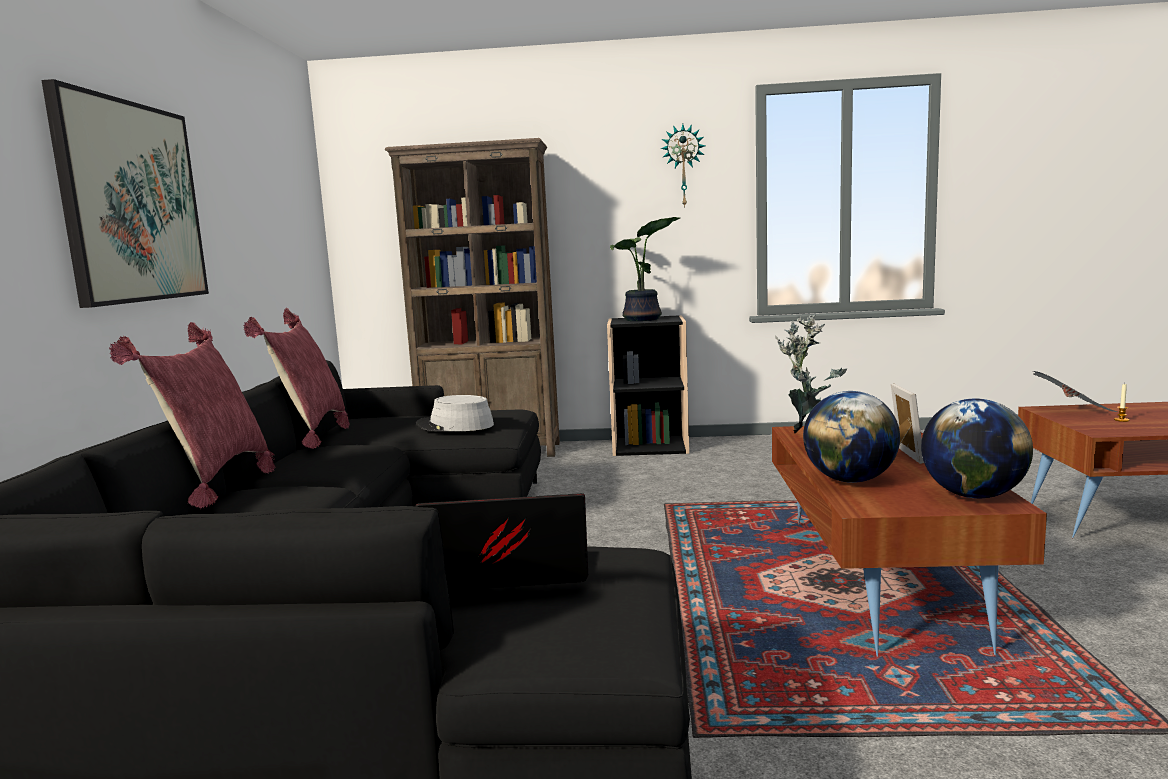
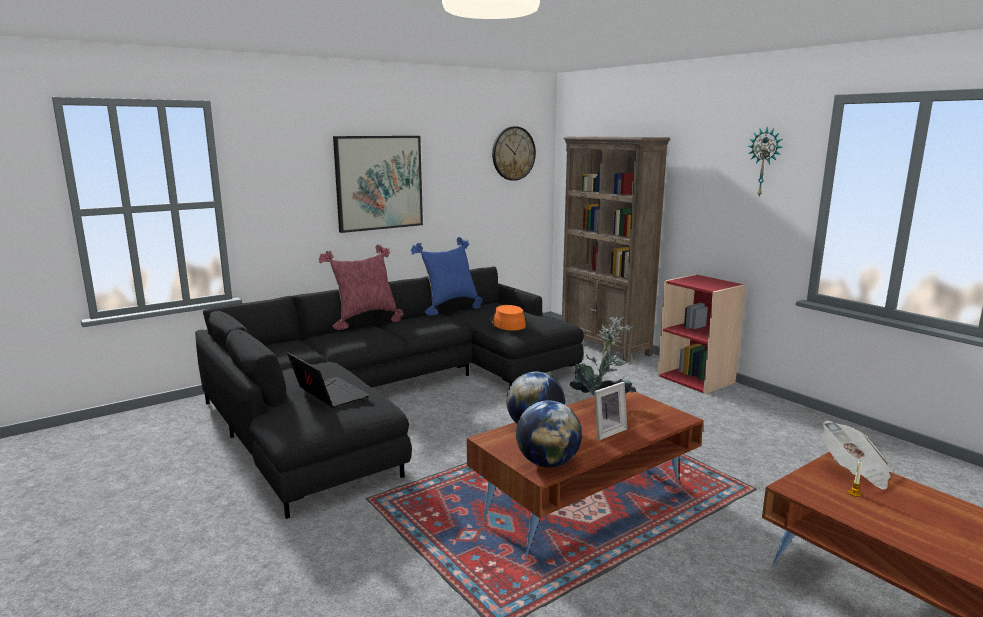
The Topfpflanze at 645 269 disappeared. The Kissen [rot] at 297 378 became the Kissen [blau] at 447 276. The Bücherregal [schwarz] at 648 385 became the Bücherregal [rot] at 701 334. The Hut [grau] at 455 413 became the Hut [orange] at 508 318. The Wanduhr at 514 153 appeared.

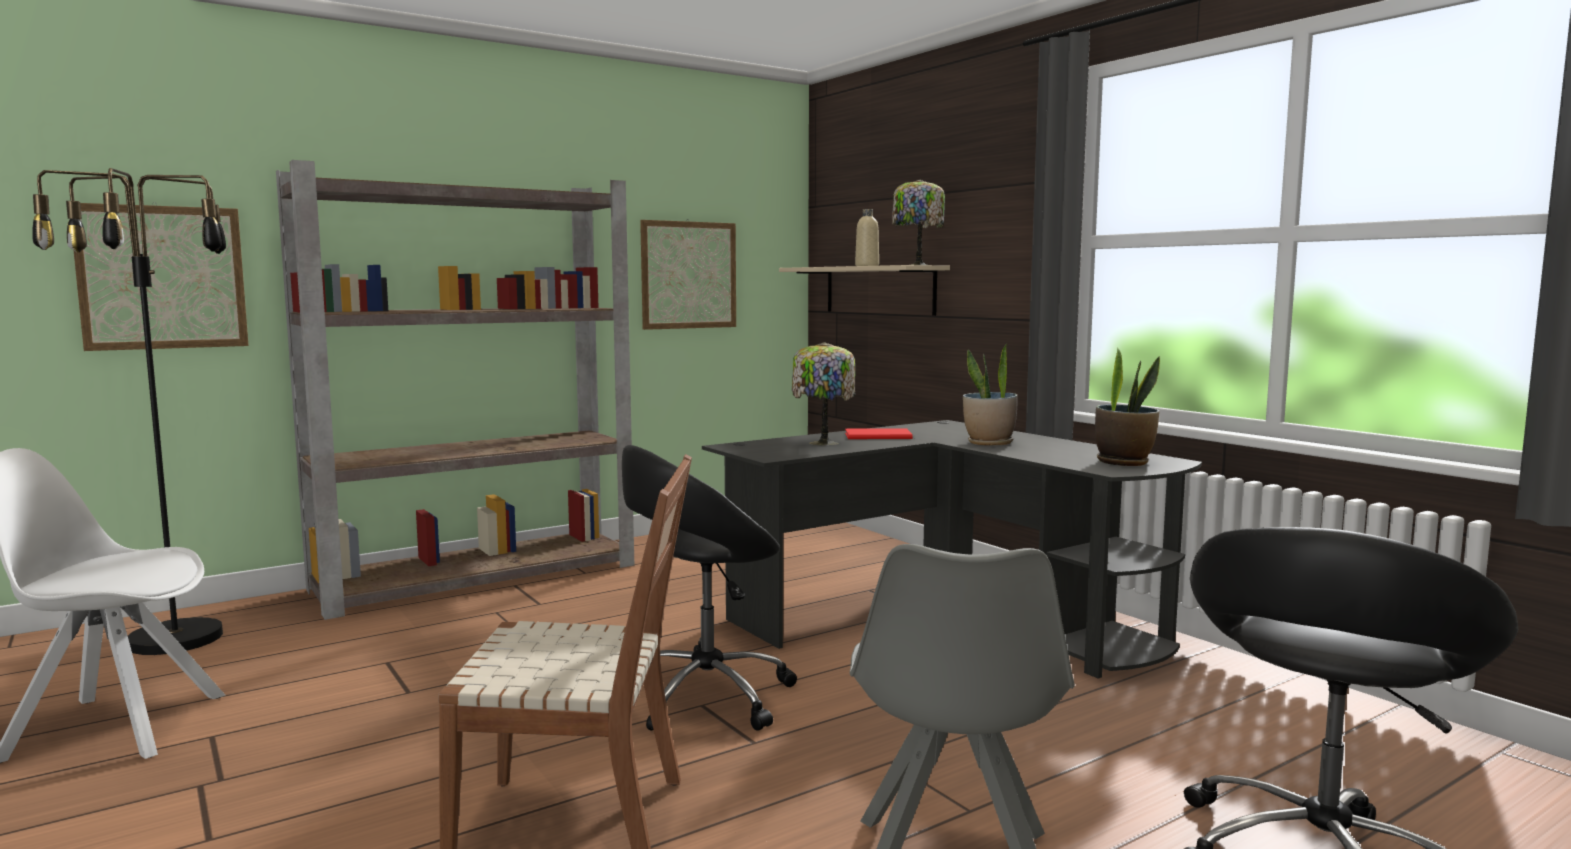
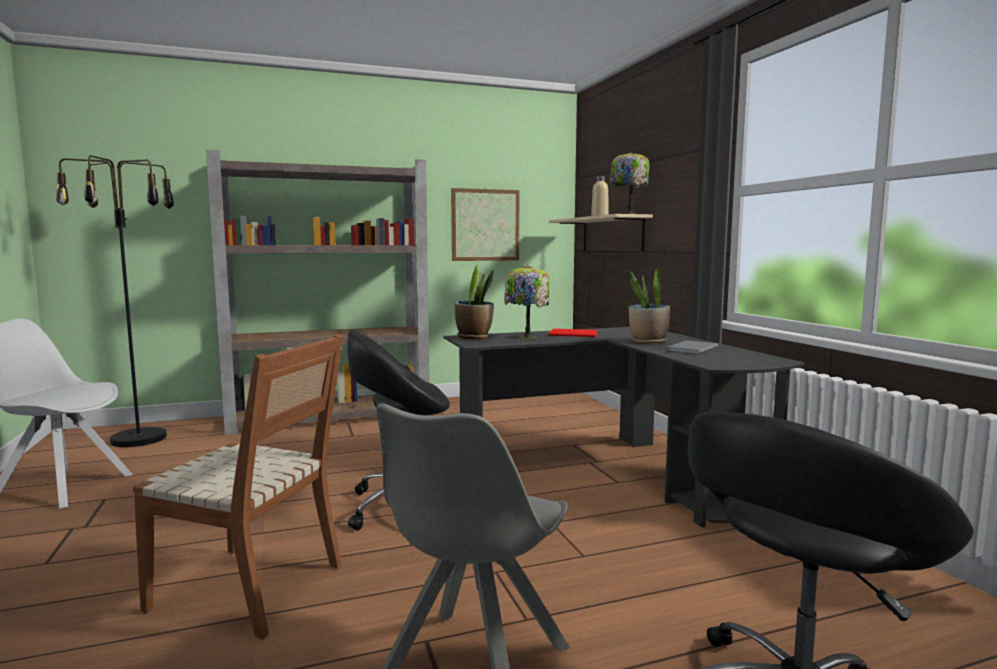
The Bild at 161 276 disappeared. The Topfpflanze moved from 1127 406 to 474 301. The Buch [grau] at 692 347 appeared.

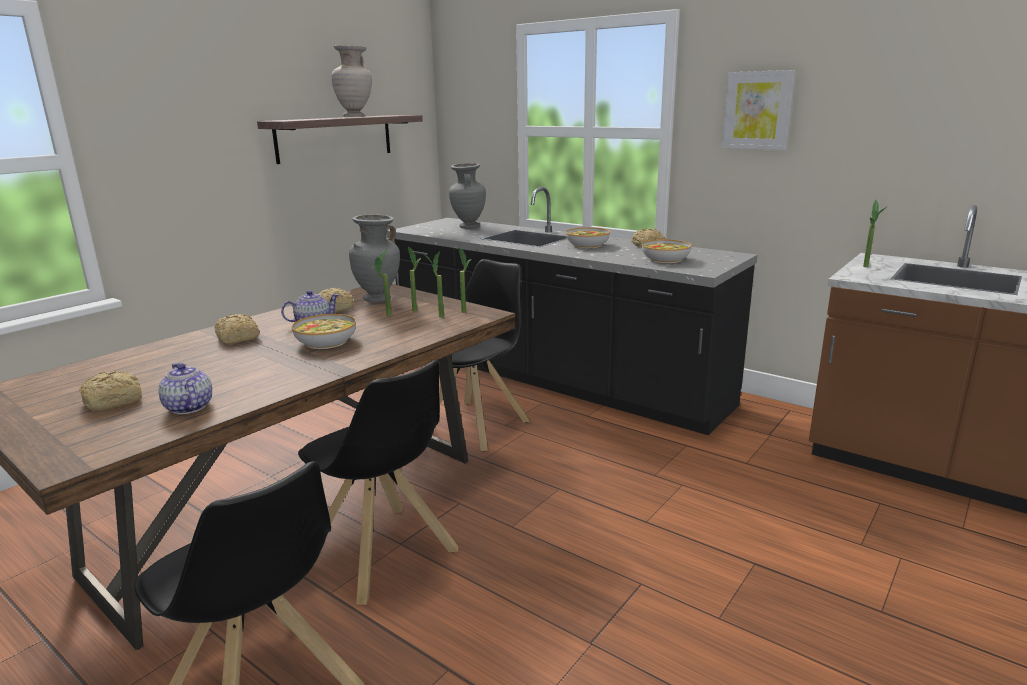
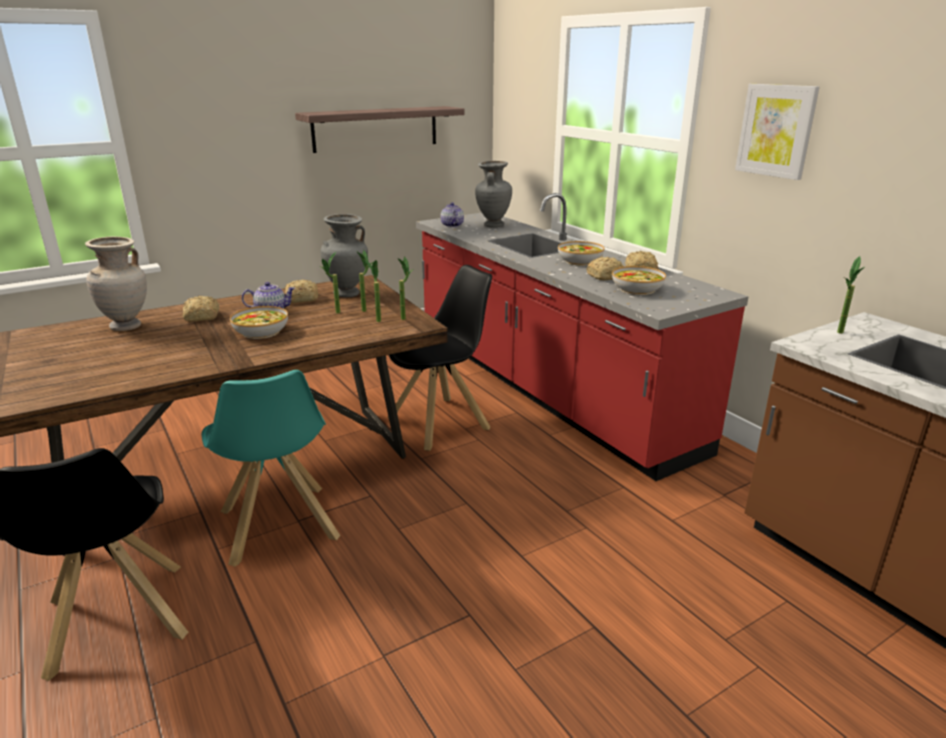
The Vase [beige] moved from 351 81 to 116 284. The Küchenzeile [schwarz] at 572 311 became the Küchenzeile [rot] at 582 337. The Stuhl [schwarz] at 378 482 became the Stuhl [türkis] at 271 468. The Teekanne moved from 185 388 to 452 214. The Brot moved from 110 391 to 605 268.

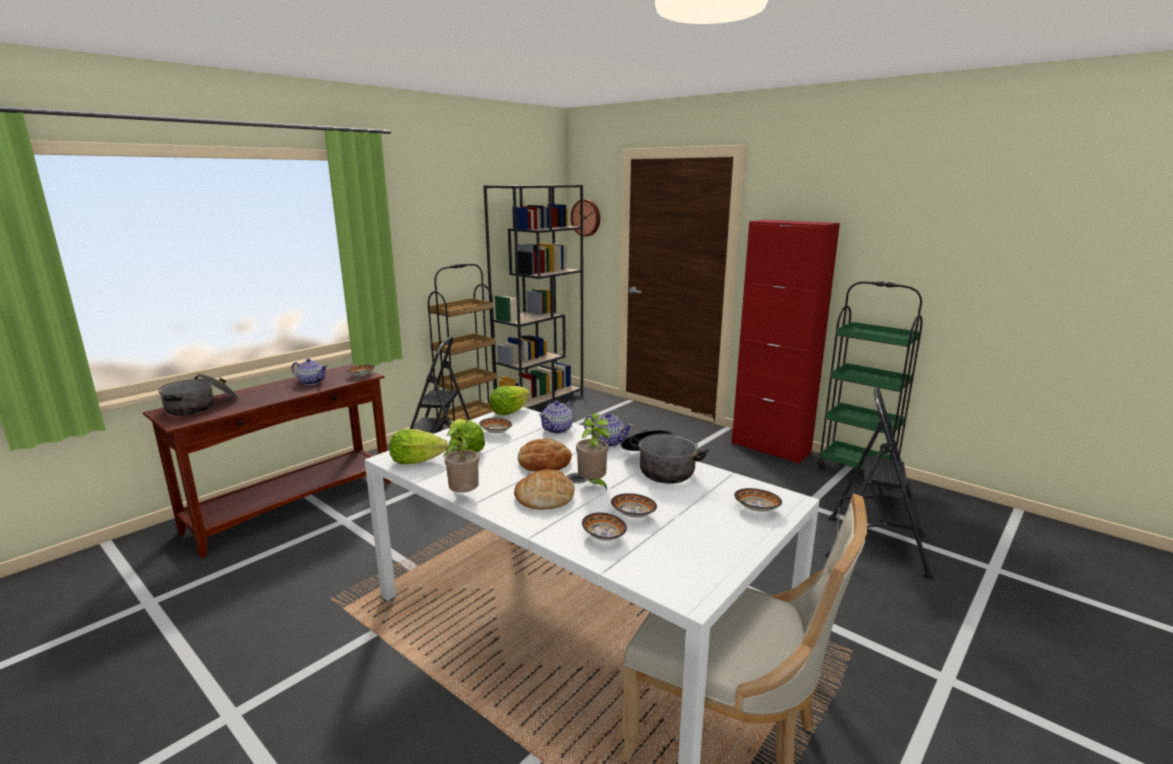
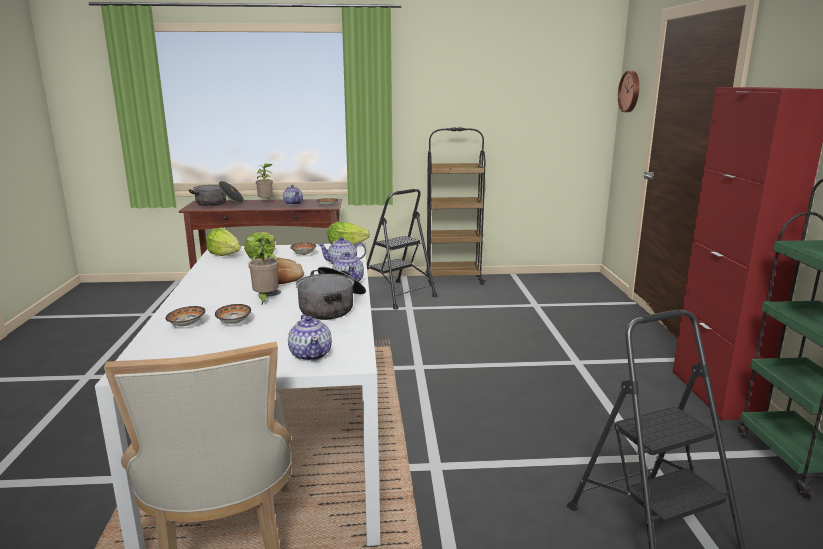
The Bücherregal at 533 297 disappeared. The Topfpflanze moved from 461 456 to 264 181. The Brot at 544 489 disappeared. The Schüssel at 758 500 was replaced by the Teekanne at 310 337.

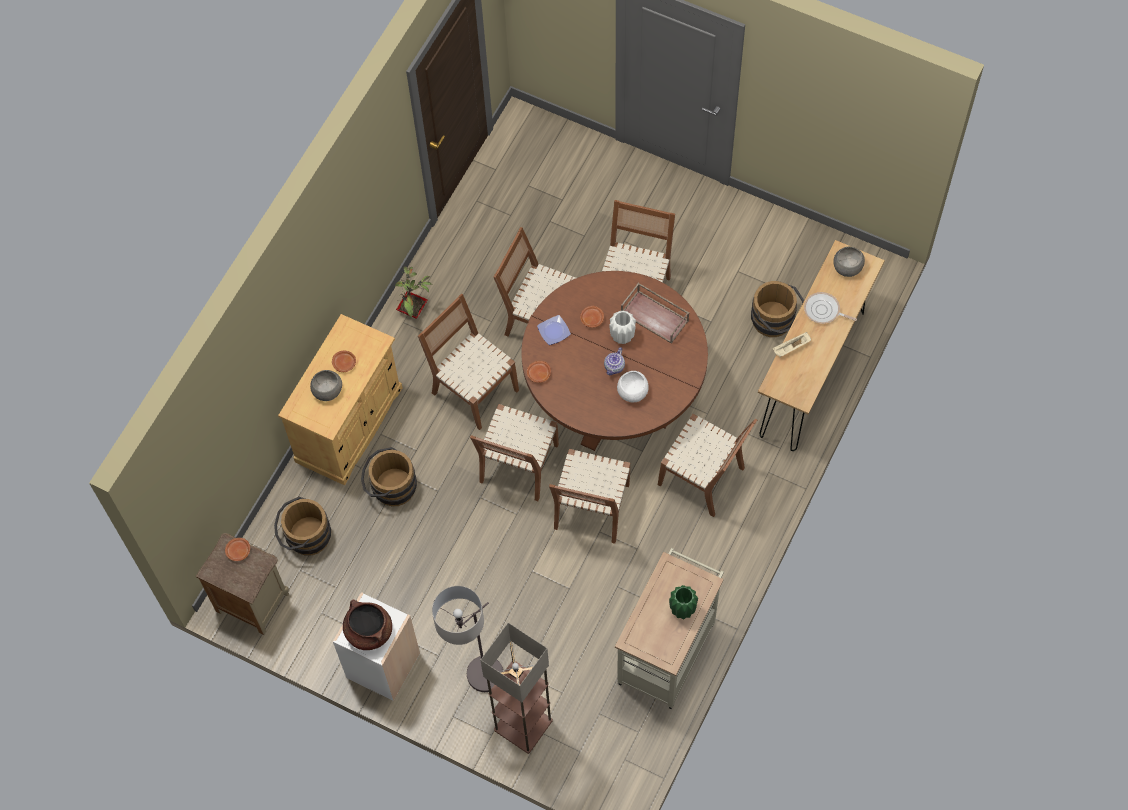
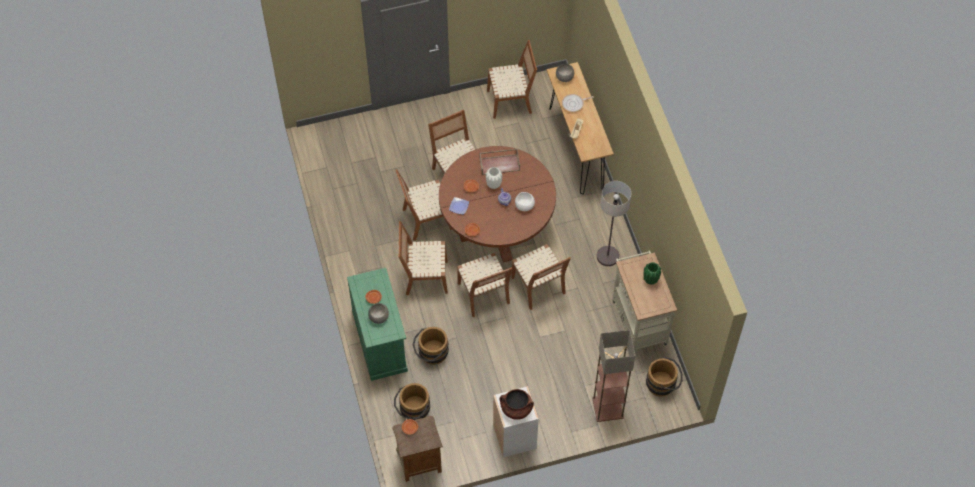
The Topfpflanze at 414 292 disappeared. The Eimer [braun] moved from 777 309 to 664 376. The Schrank [beige] at 340 399 became the Schrank [grün] at 377 324. The Stuhl moved from 707 465 to 512 79. The Stehlampe [grau] moved from 467 639 to 614 223.

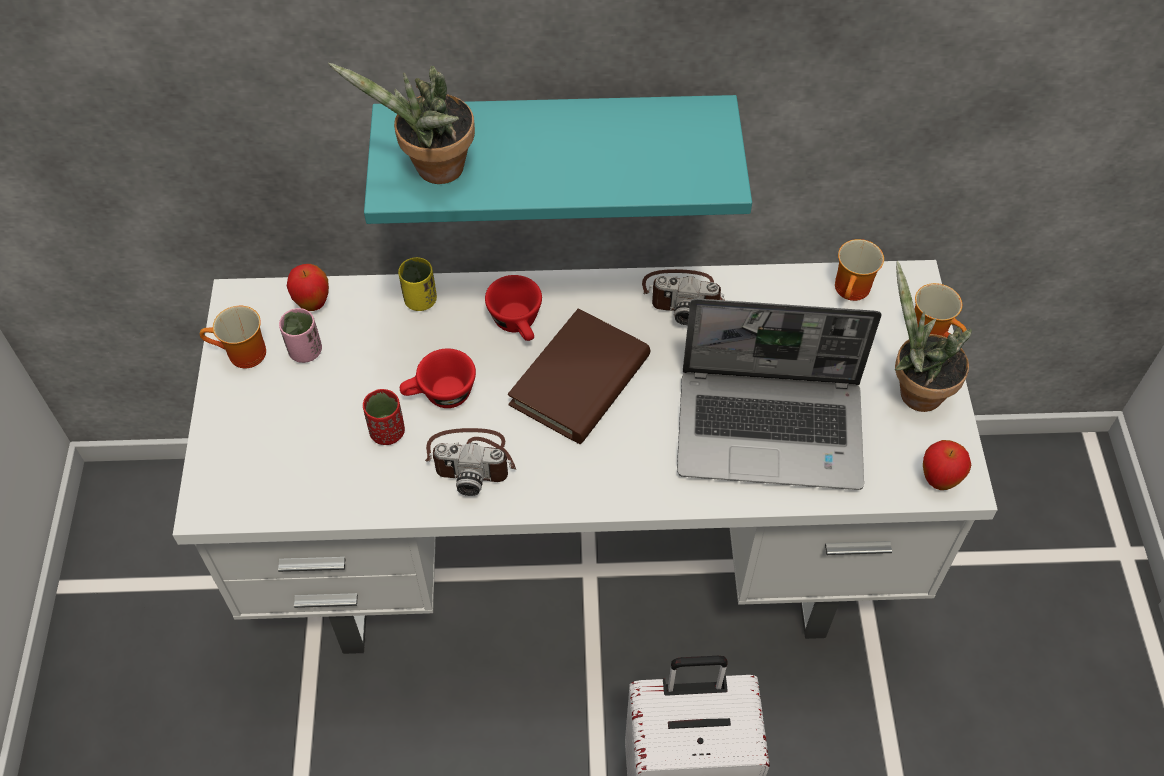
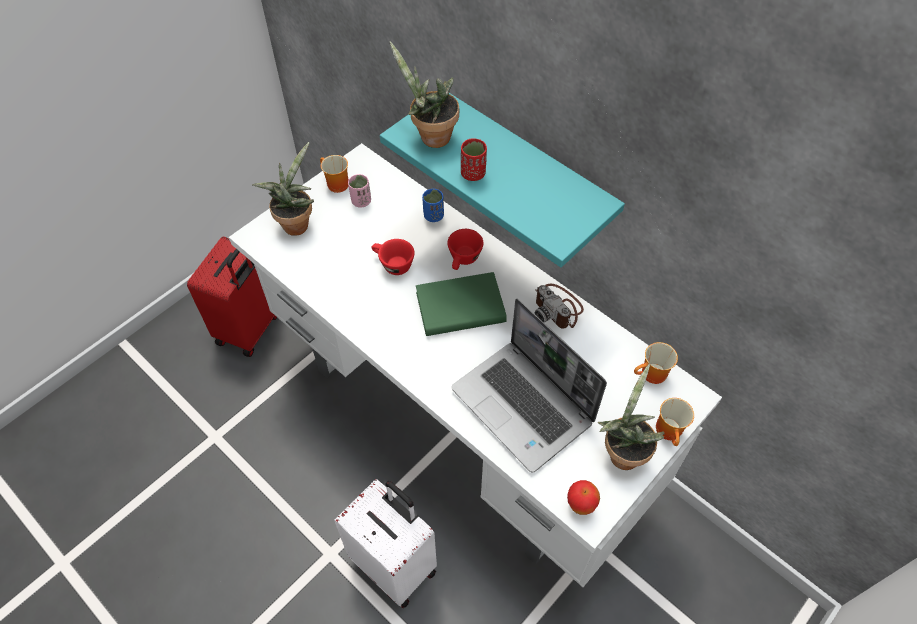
The Tasse [gelb] at 417 284 became the Tasse [blau] at 433 205. The Apfel at 308 287 disappeared. The Buch [braun] at 579 376 became the Buch [grün] at 461 304. The Tasse [rot] moved from 384 417 to 474 159. The Kamera at 470 462 disappeared. The Topfpflanze at 283 189 appeared. The Koffer [rot] at 232 297 appeared.

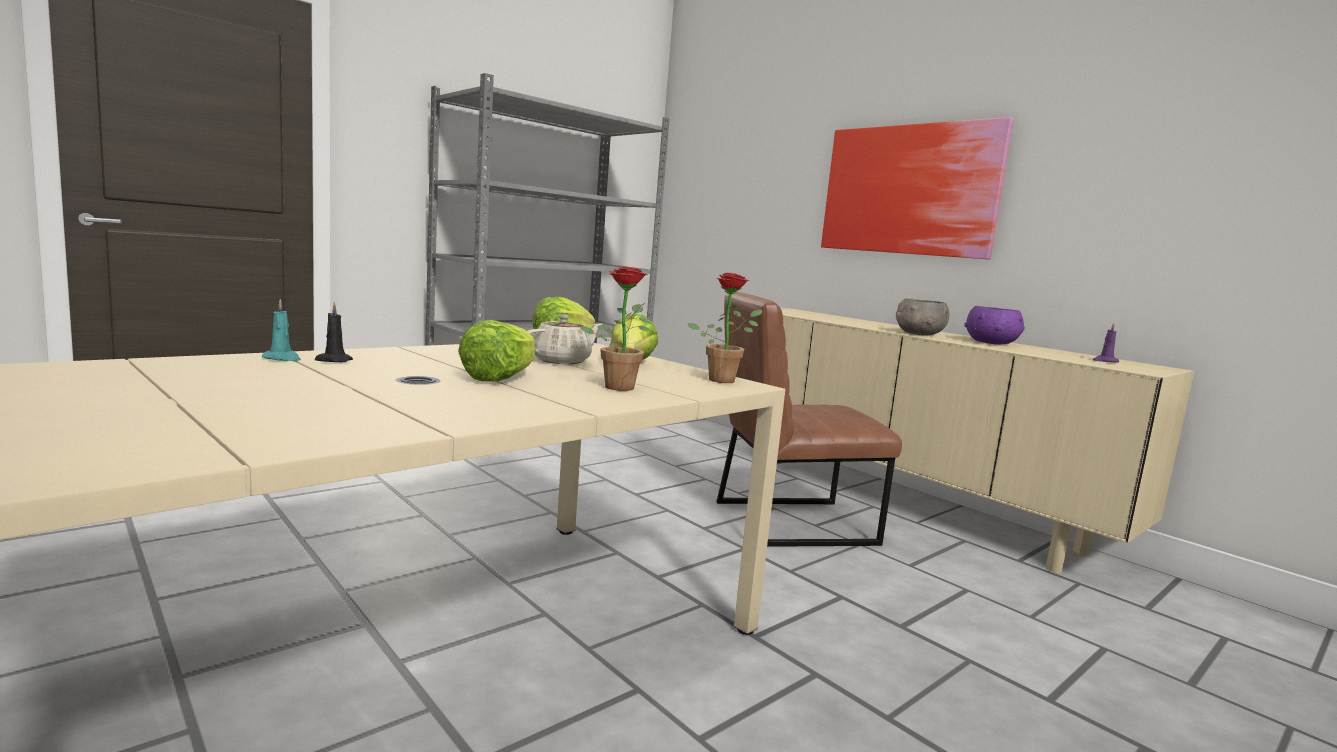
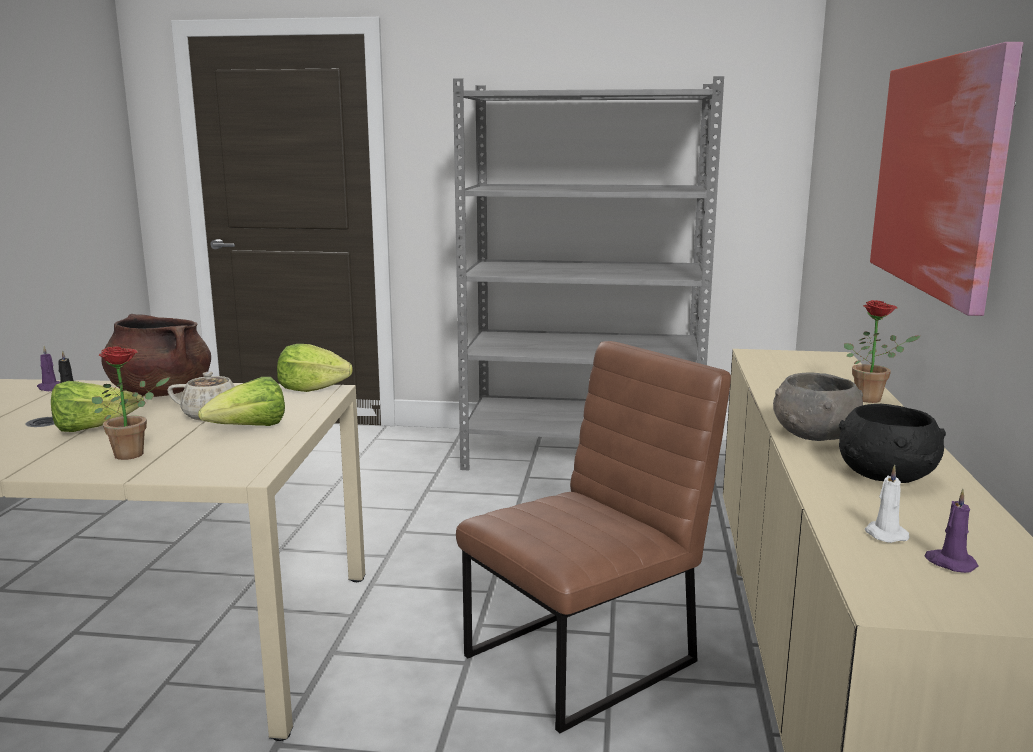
The Topfpflanze moved from 725 328 to 882 351. The Stuhl [braun] at 809 419 turned 105 degrees clockwise. The Kerze [türkis] at 281 330 became the Kerze [lila] at 49 368. The Schüssel [lila] at 994 325 became the Schüssel [schwarz] at 892 443. The Kochtopf [braun] at 156 355 appeared. The Kerze [weiß] at 887 503 appeared.

